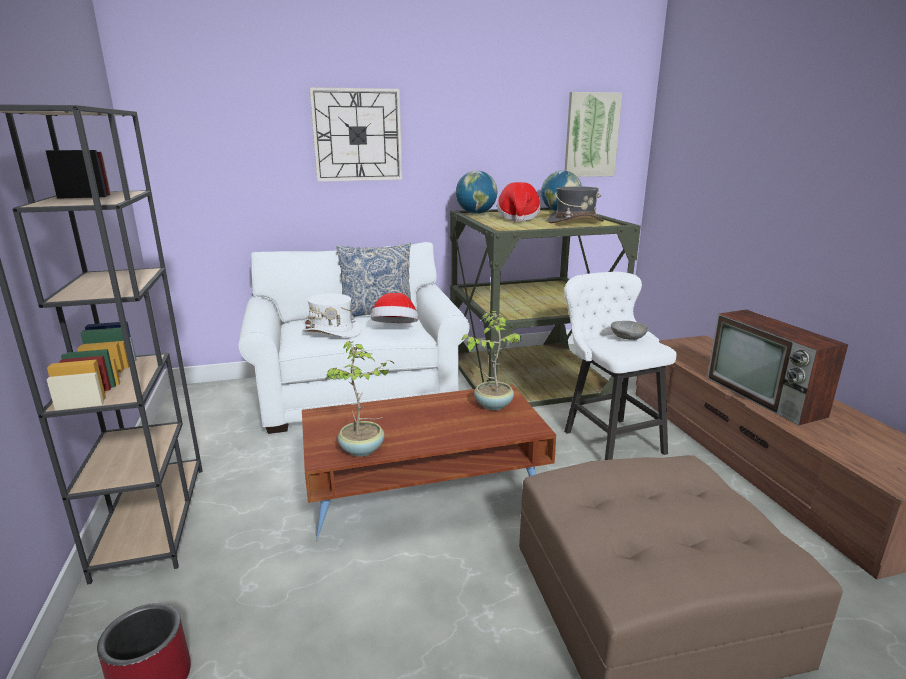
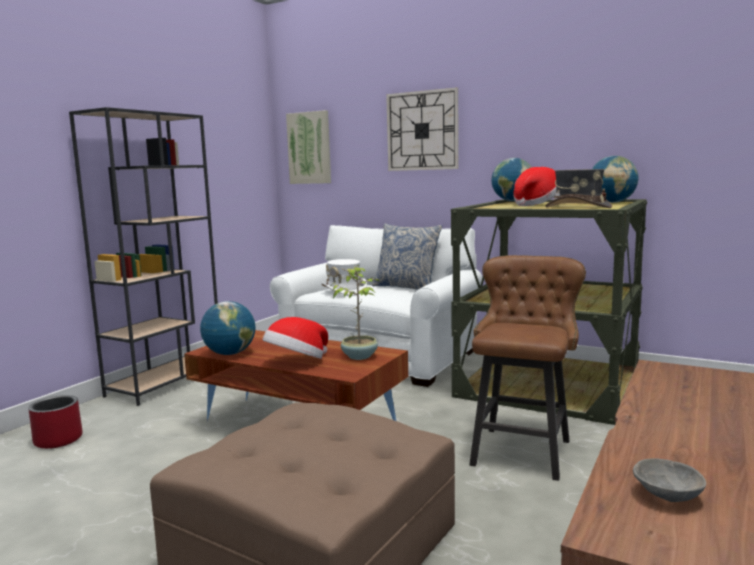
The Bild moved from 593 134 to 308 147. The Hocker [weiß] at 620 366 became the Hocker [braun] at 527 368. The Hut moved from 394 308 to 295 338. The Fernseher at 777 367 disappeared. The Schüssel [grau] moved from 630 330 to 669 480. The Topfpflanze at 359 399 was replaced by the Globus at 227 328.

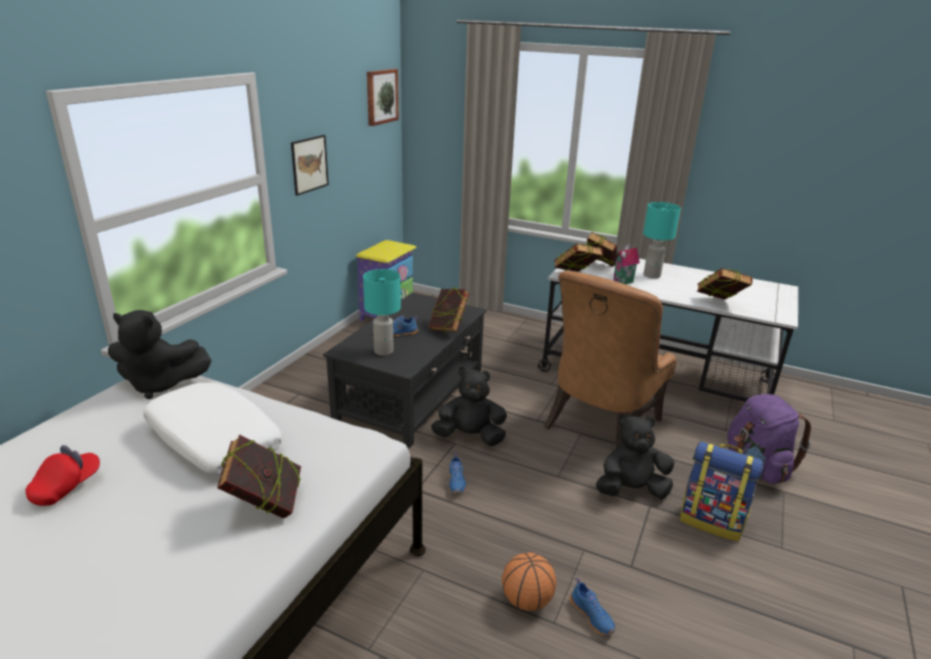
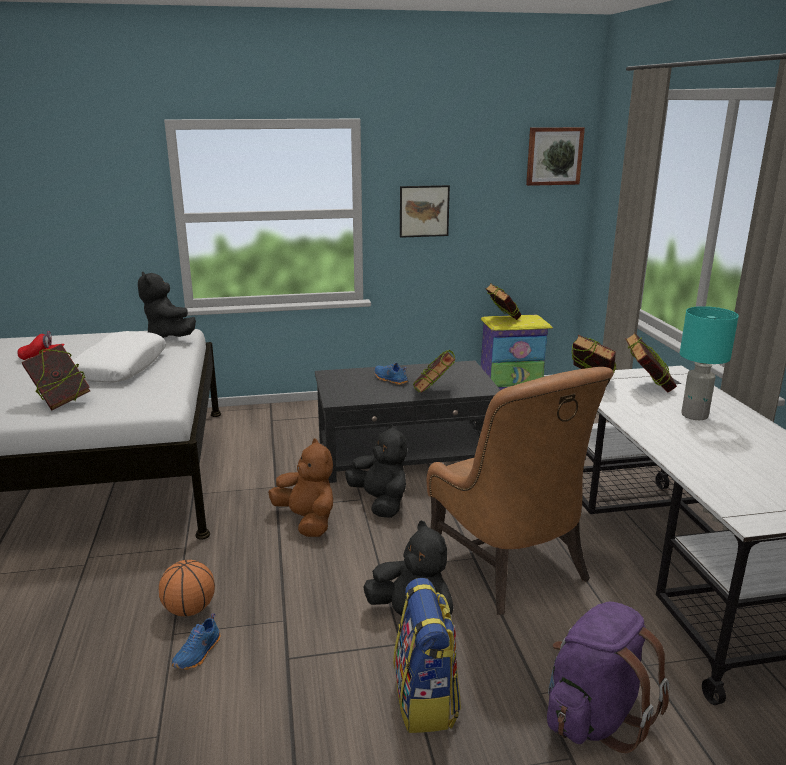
The Spielzeughaus at 626 263 disappeared. The Buch moved from 725 284 to 503 301. The Tischlampe [türkis] at 382 312 disappeared. The Stuhl [braun] at 610 360 turned 120 degrees counterclockwise. The Schuh [blau] at 457 473 was replaced by the Plüschtier [braun] at 300 487.

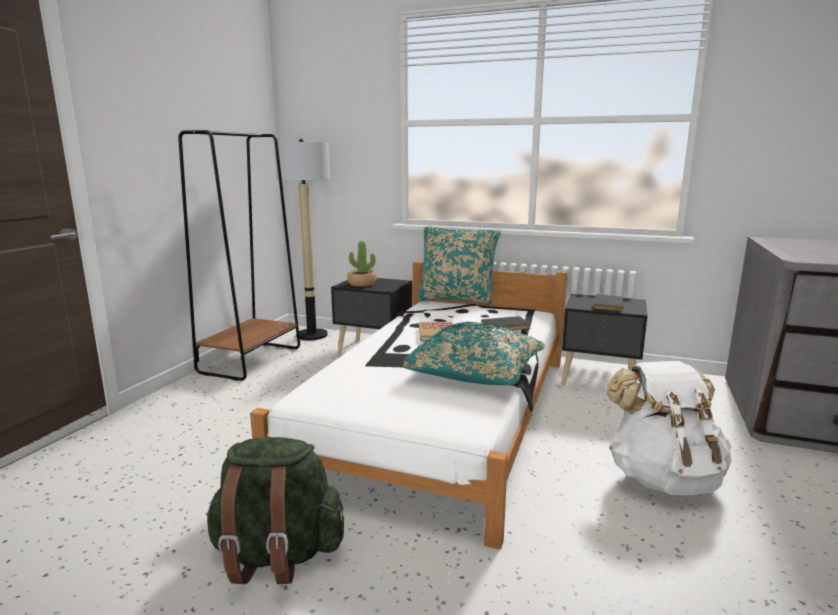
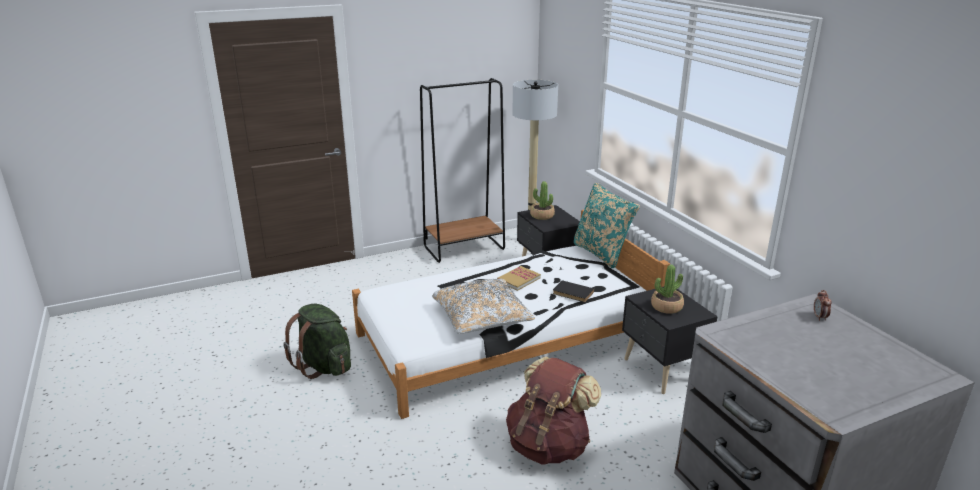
The Buch [schwarz] at 608 303 was replaced by the Topfpflanze at 667 289. The Kissen [türkis] at 473 353 became the Kissen [weiß] at 483 306. The Rucksack [weiß] at 669 428 became the Rucksack [braun] at 553 411. The Wecker at 823 305 appeared.

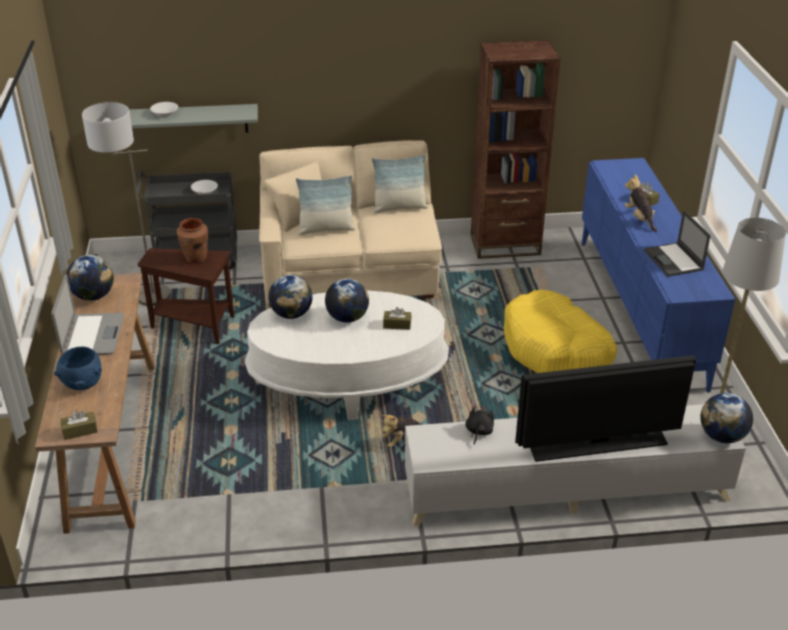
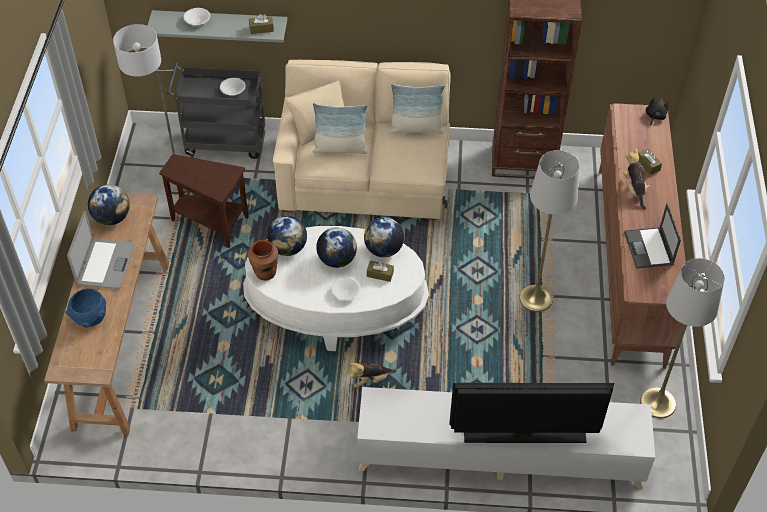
The Schrank [blau] at 658 275 became the Schrank [braun] at 642 236. The Vase [braun] moved from 192 240 to 263 260. The Hundebett [gelb] at 560 331 was replaced by the Stehlampe [grau] at 549 231. The Globus moved from 727 418 to 384 237. The Plüschtier [schwarz] moved from 479 425 to 657 111. The Taschentuchbox [braun] moved from 79 425 to 261 24. The Schüssel [weiß] at 345 288 appeared.

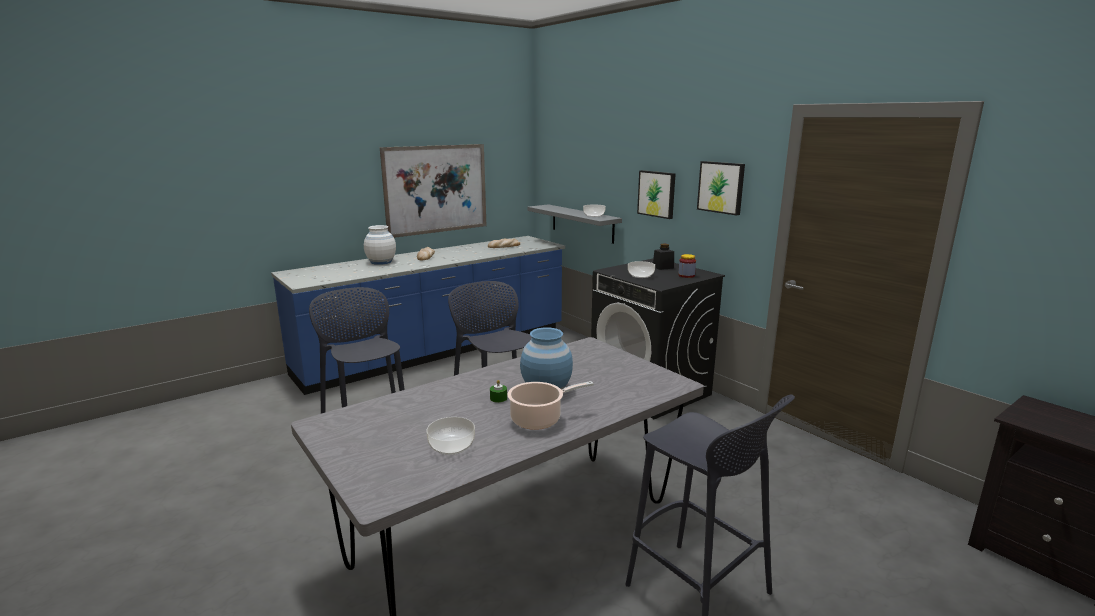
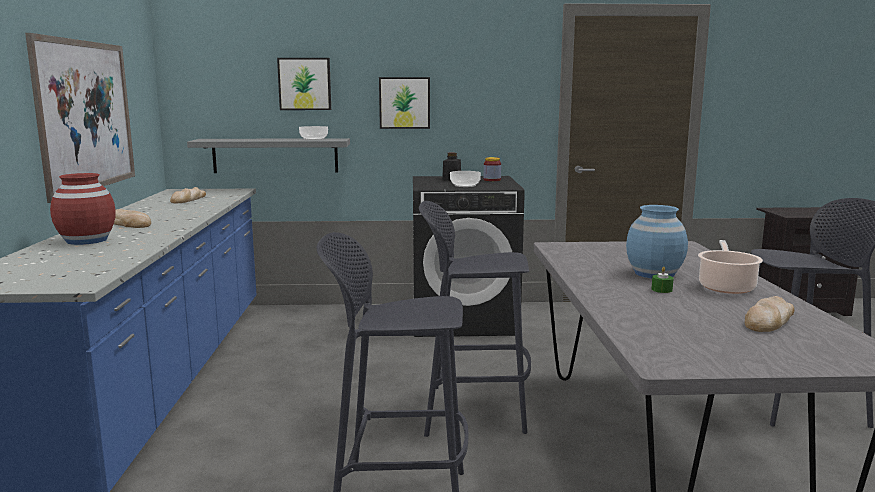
The Bild moved from 721 188 to 304 84. The Vase [weiß] at 380 245 became the Vase [rot] at 83 209. The Schüssel at 450 436 was replaced by the Brot at 769 314.

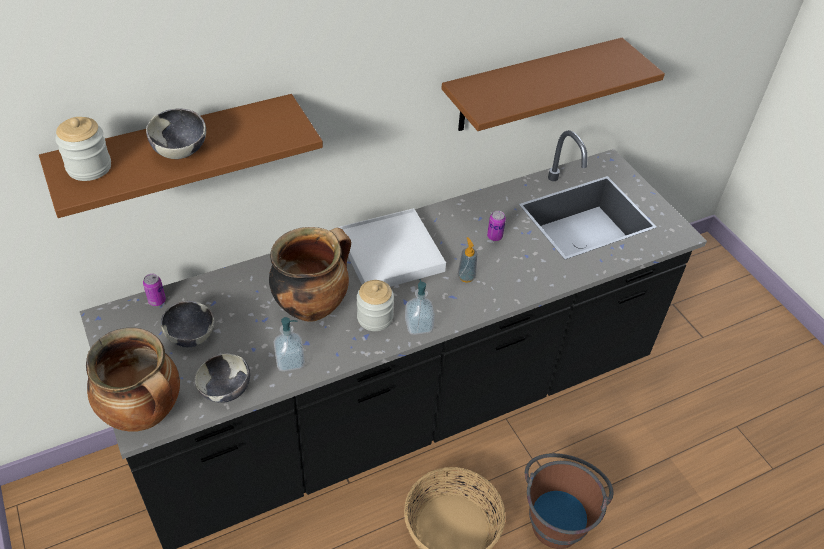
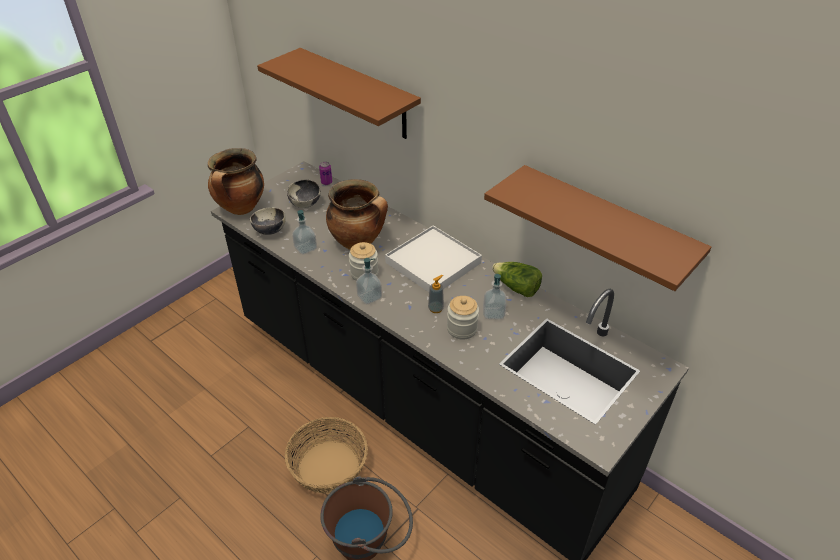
The Schüssel at 176 133 disappeared. The Vorratsglas moved from 83 149 to 463 318. The Dose at 496 226 was replaced by the Seifenspender at 494 297. The Salatkopf at 517 279 appeared.

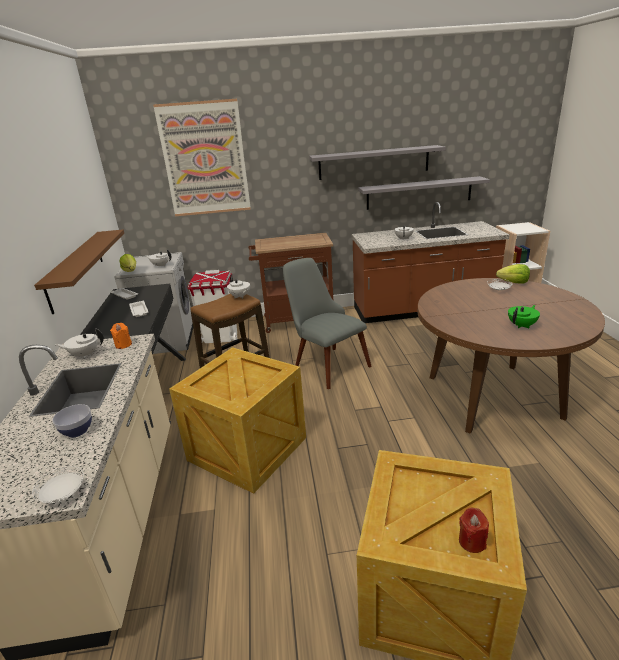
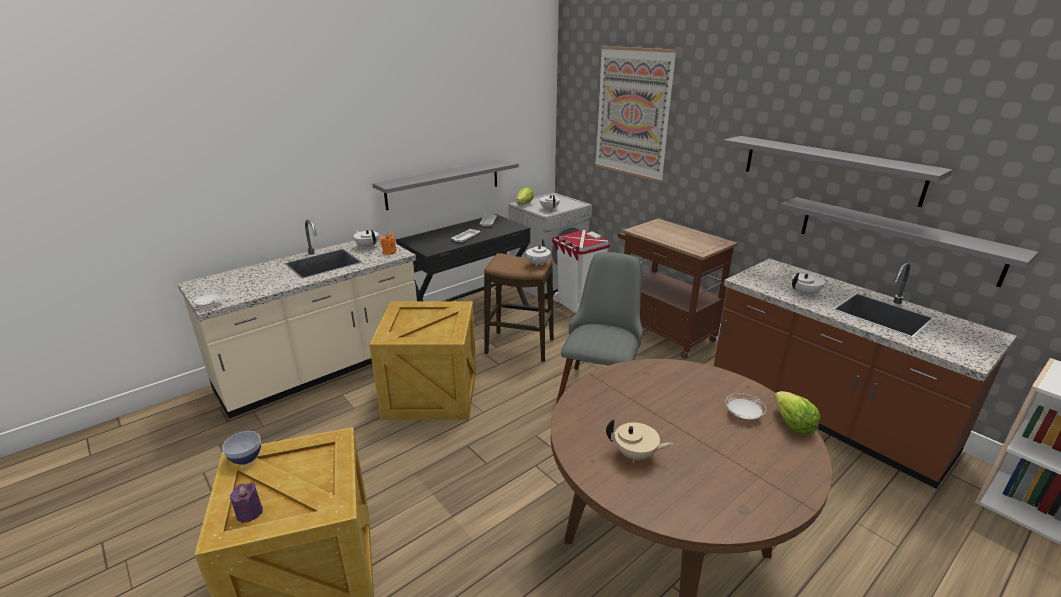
The Wandregal [braun] at 79 272 became the Wandregal [grau] at 445 184. The Teekanne [grün] at 524 316 became the Teekanne [beige] at 639 441. The Schüssel moved from 72 420 to 241 448. The Kerze [rot] at 474 530 became the Kerze [lila] at 246 502.

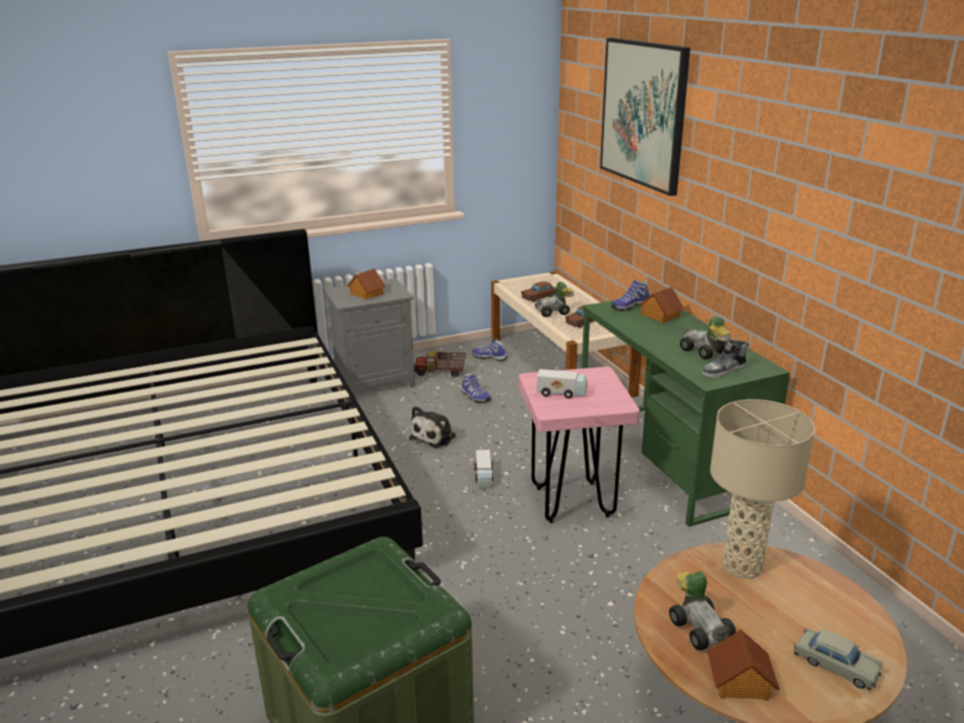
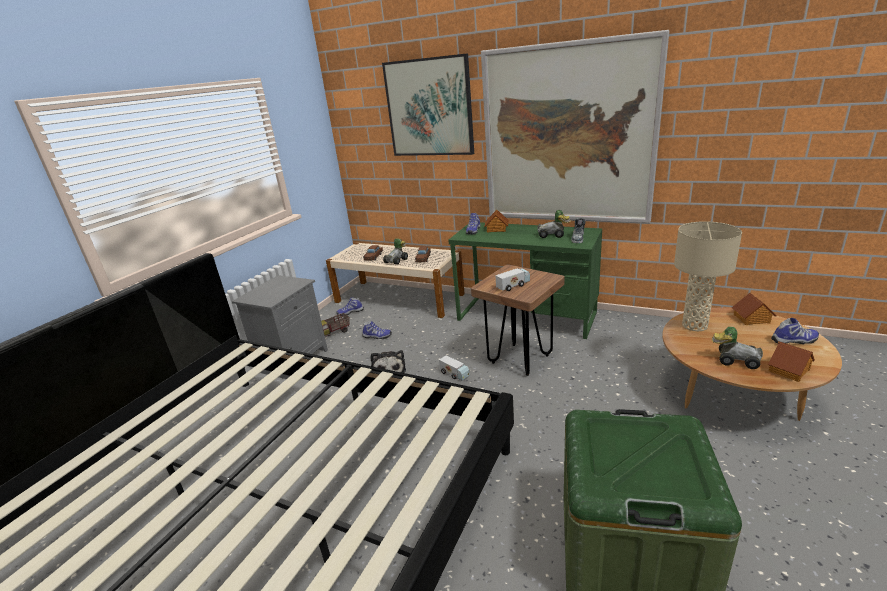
The Spielzeughaus moved from 366 284 to 754 309. The Hocker [rosa] at 579 445 became the Hocker [braun] at 518 320. The Spielzeugauto [beige] at 839 659 was replaced by the Schuh at 795 331. The Bild at 575 127 appeared.

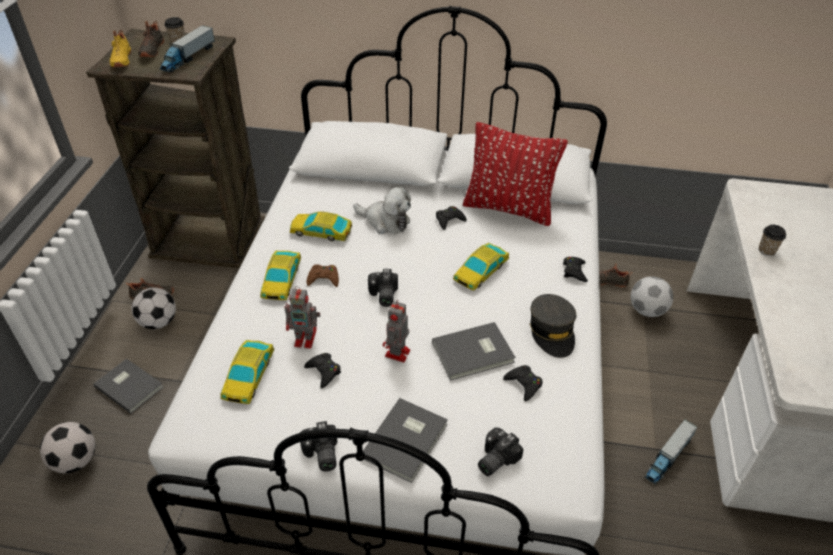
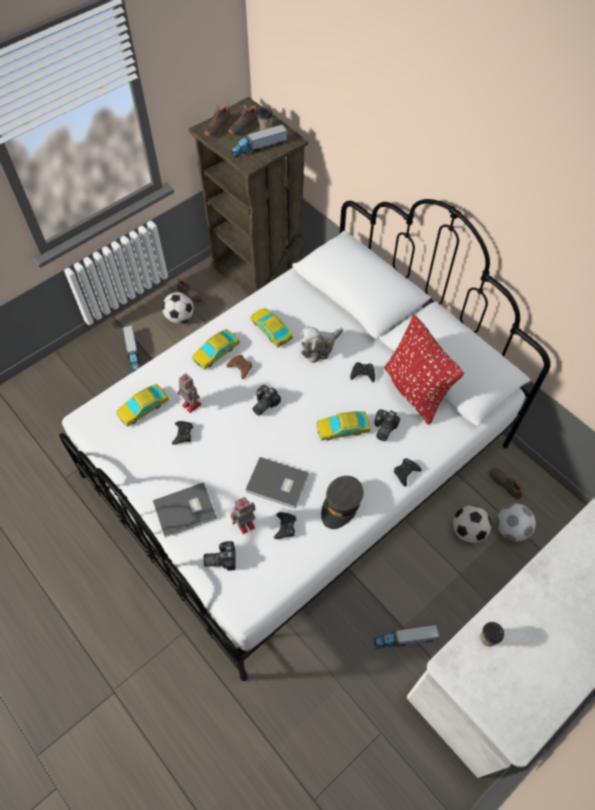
The Schuh [gelb] at 120 48 became the Schuh [schwarz] at 217 120. The Plüschtier at 382 210 turned 75 degrees clockwise. The Tasse moved from 772 240 to 492 634. The Spielzeugroboter moved from 396 332 to 243 515. The Buch [grau] at 128 386 was replaced by the Spielzeuglaster at 132 348. The Kamera moved from 318 446 to 387 425. The Fußball moved from 67 447 to 471 524.

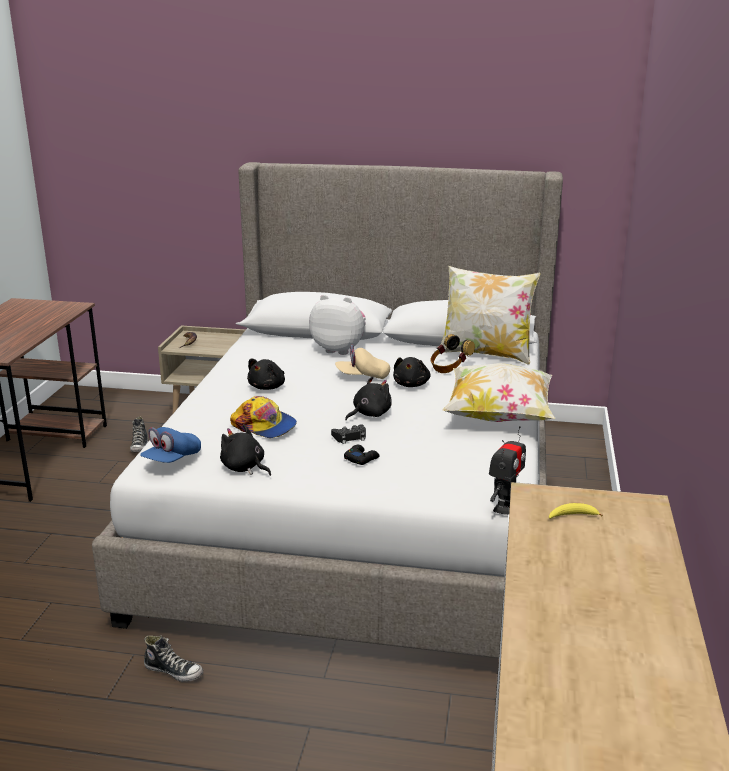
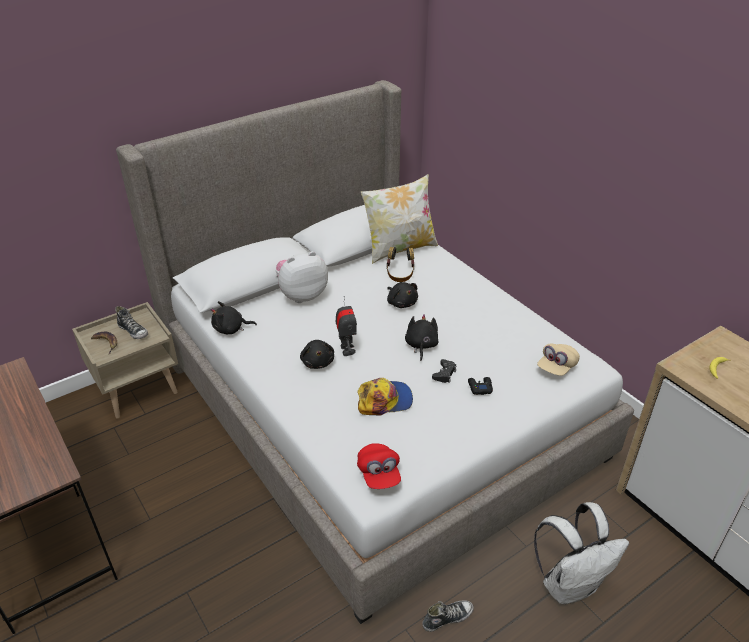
The Kappe [beige] moved from 362 361 to 558 359. The Kissen at 498 392 disappeared. The Schuh moved from 139 434 to 131 322. The Plüschtier [schwarz] moved from 245 450 to 234 317. The Spielzeugroboter moved from 507 470 to 346 326. The Kappe [blau] at 170 445 became the Kappe [rot] at 379 466. The Rucksack [weiß] at 581 553 appeared.

